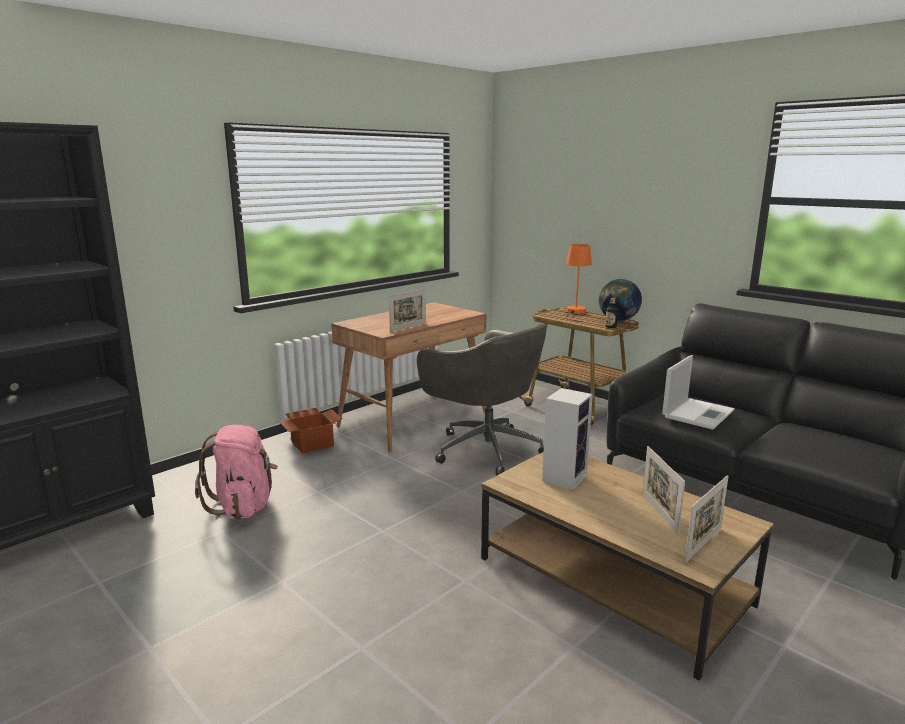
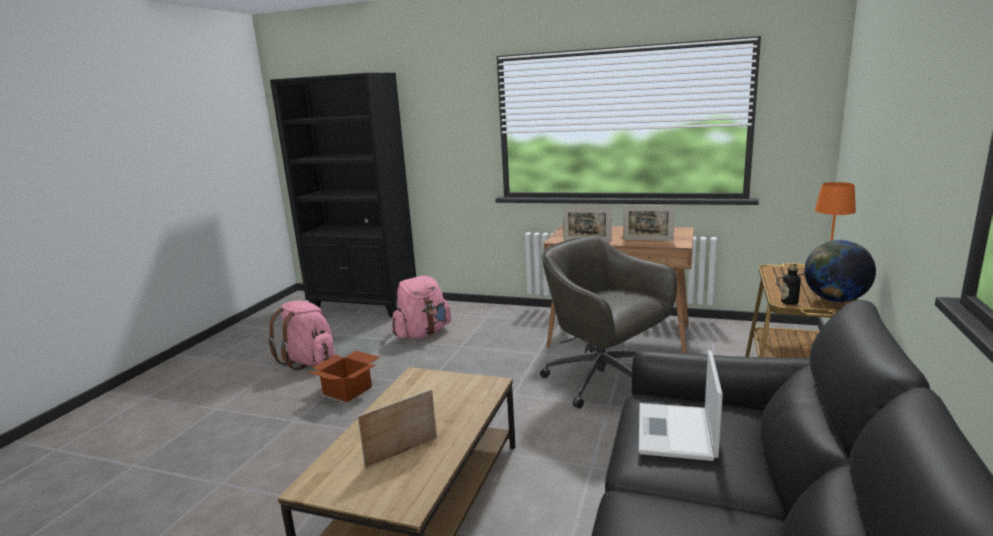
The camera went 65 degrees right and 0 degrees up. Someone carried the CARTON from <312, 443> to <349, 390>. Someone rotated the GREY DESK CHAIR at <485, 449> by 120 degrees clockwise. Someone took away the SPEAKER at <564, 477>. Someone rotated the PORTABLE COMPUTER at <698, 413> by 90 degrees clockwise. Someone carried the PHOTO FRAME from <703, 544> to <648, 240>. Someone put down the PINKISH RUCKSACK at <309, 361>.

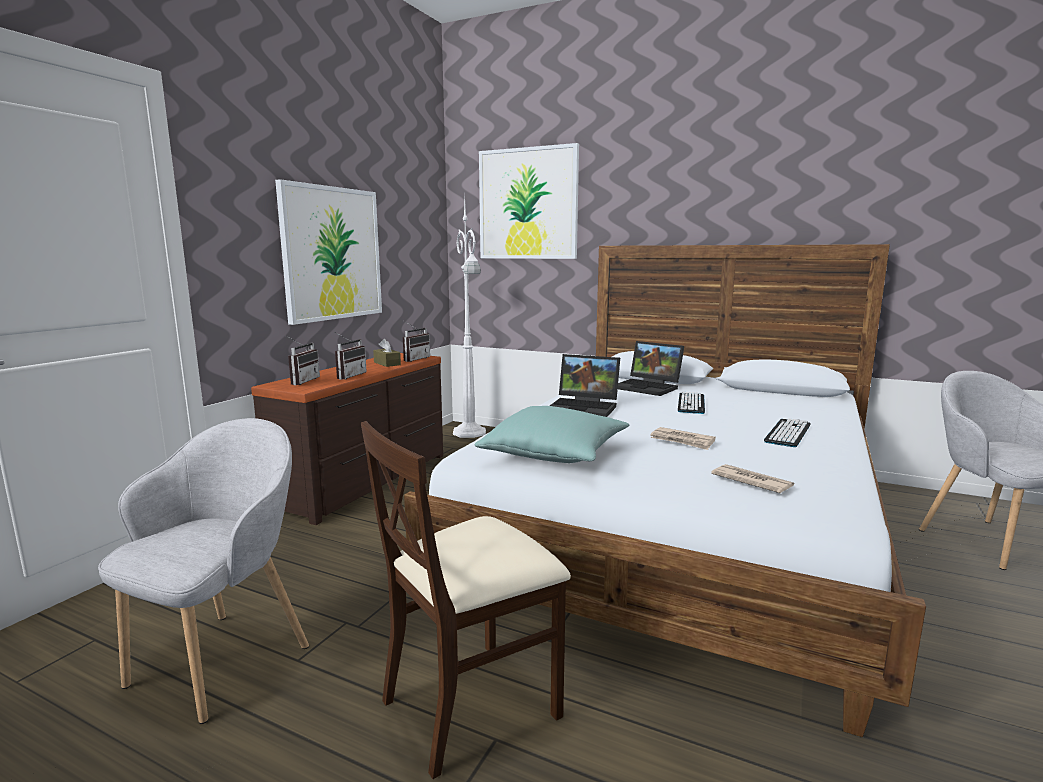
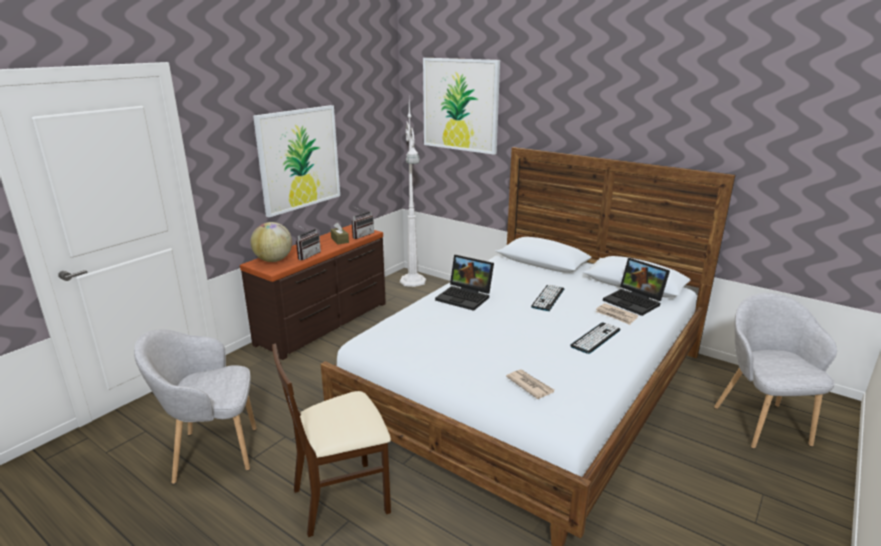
The camera went 10 degrees right and 10 degrees up. Someone rotated the GREY ARMCHAIR at <223, 660> by 135 degrees counterclockwise. Someone swapped the RADIO at <301, 381> for the DESK GLOBE at <273, 260>. Someone took away the BLUE-GREEN THROW PILLOW at <555, 453>. Someone carried the PORTABLE COMPUTER from <649, 387> to <635, 302>. Someone carried the DAILY PAPER from <682, 441> to <616, 315>.

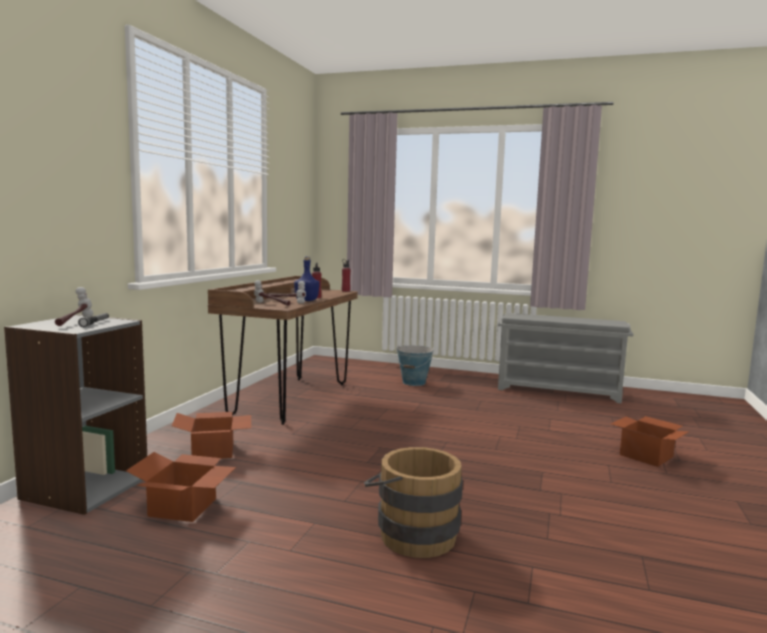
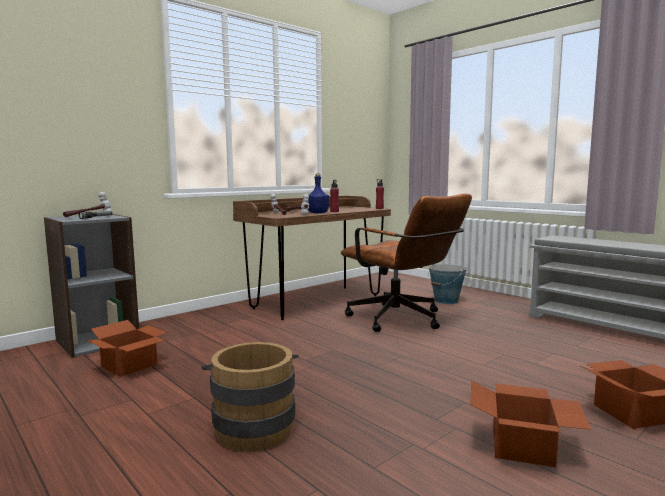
The camera went 30 degrees right and 0 degrees up. Someone carried the CARTON from <214, 451> to <524, 447>. Someone put down the BROWN DESK CHAIR at <402, 321>.

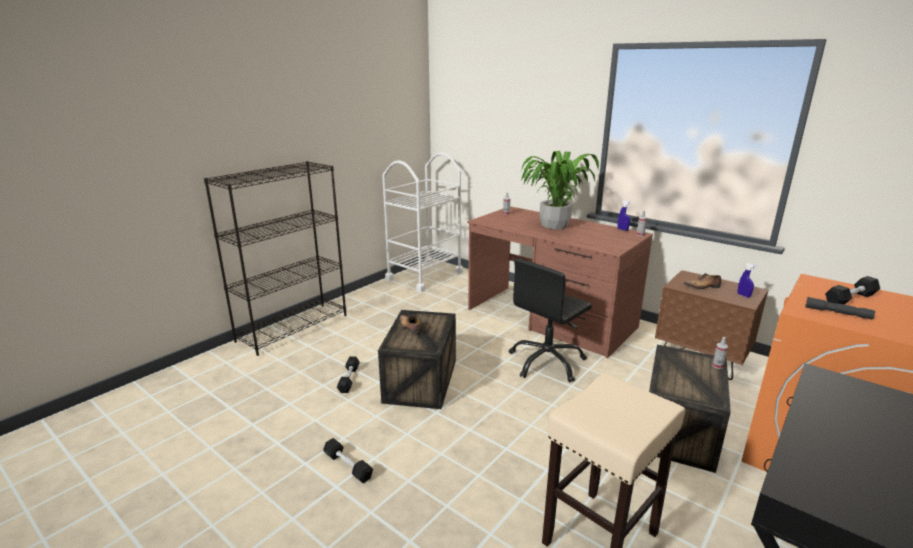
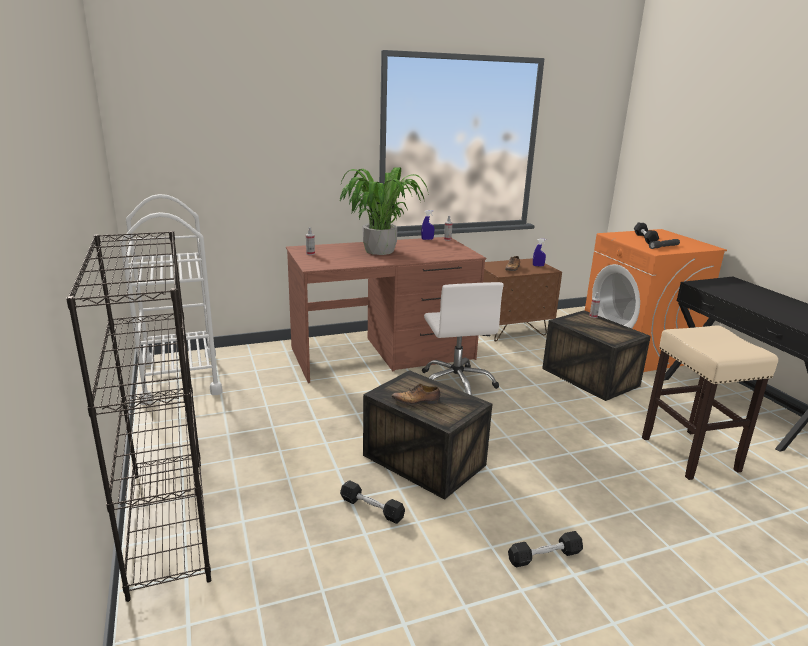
The camera went 60 degrees left and 0 degrees up. Someone repainted the BLACK-COLOURED DESK CHAIR at <547, 362>, which became the WHITISH DESK CHAIR at <456, 385>.

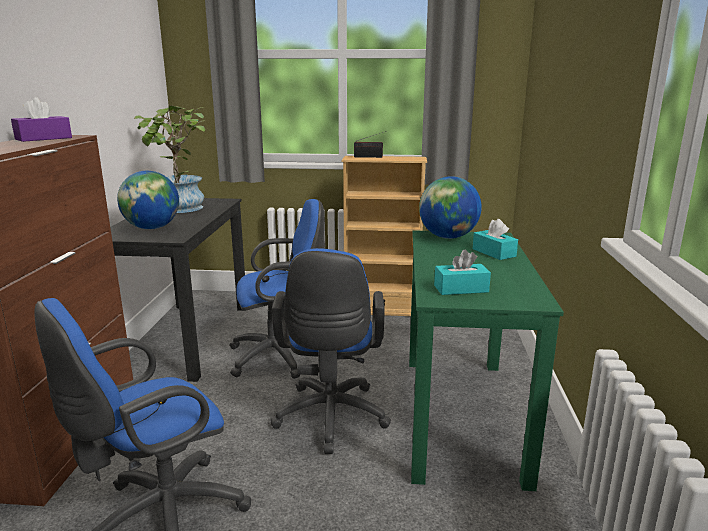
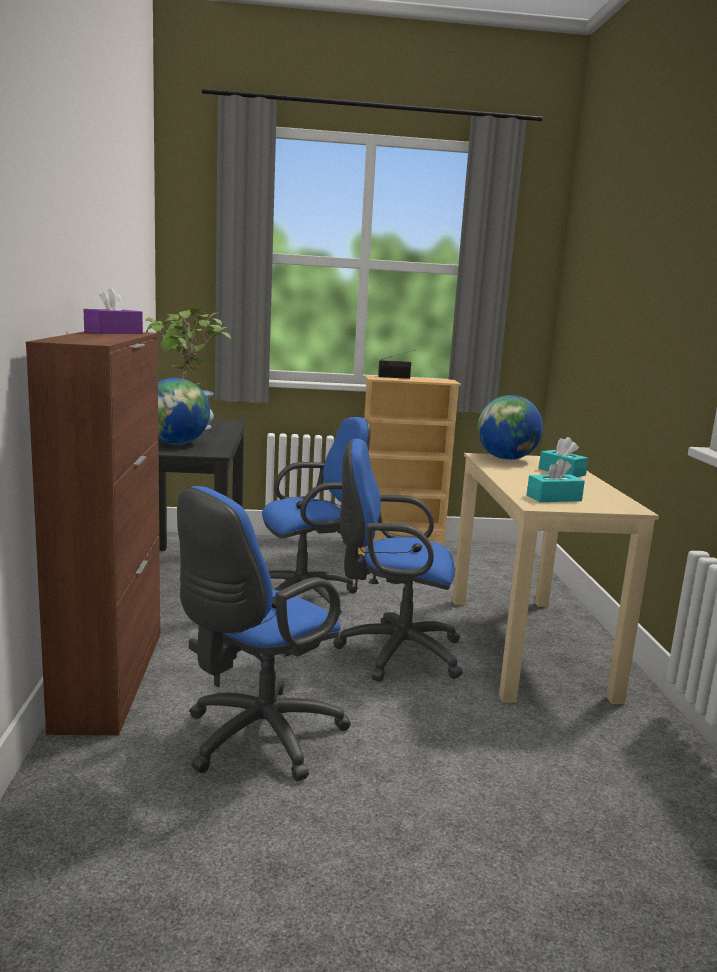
The camera went 10 degrees left and 5 degrees down. Someone rotated the BLUE-COLOURED DESK CHAIR at <330, 420> by 105 degrees clockwise. Someone repainted the GREEN-COLOURED DESK TABLE at <461, 415>, which became the BEIGE-COLOURED DESK TABLE at <527, 645>.

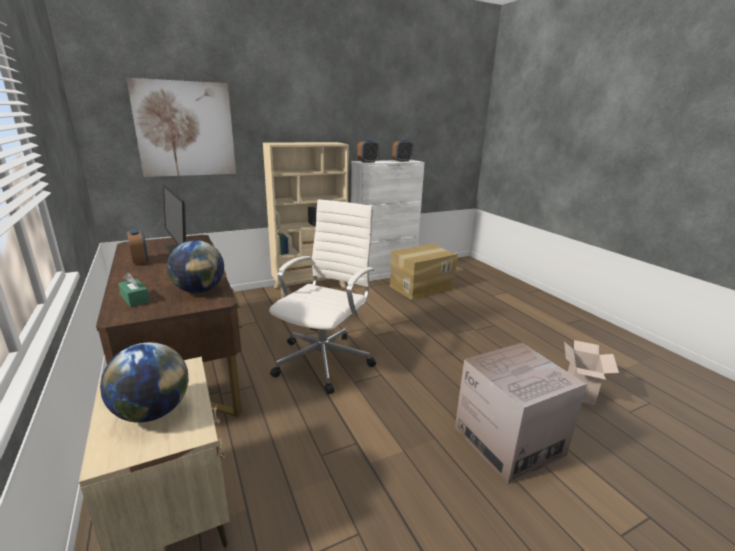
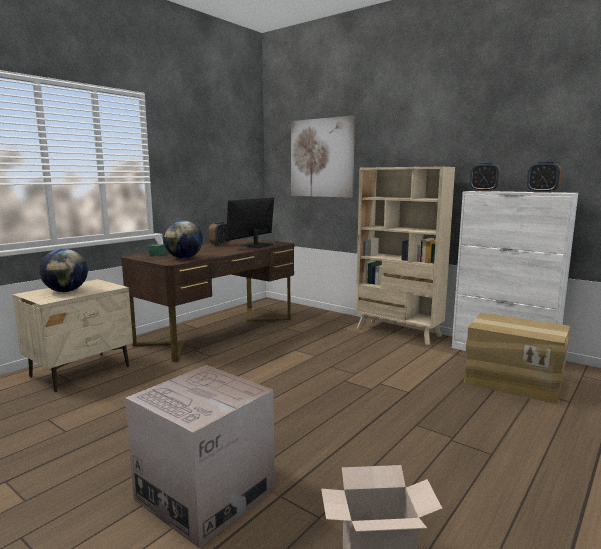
The camera went 65 degrees right and 10 degrees down. Someone took away the WHITISH DESK CHAIR at <325, 359>.

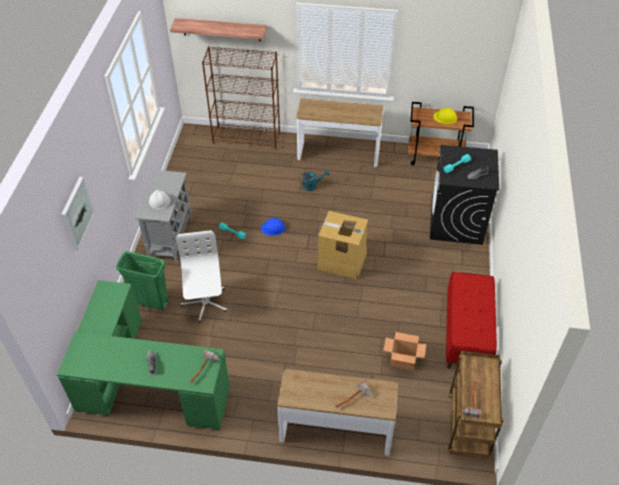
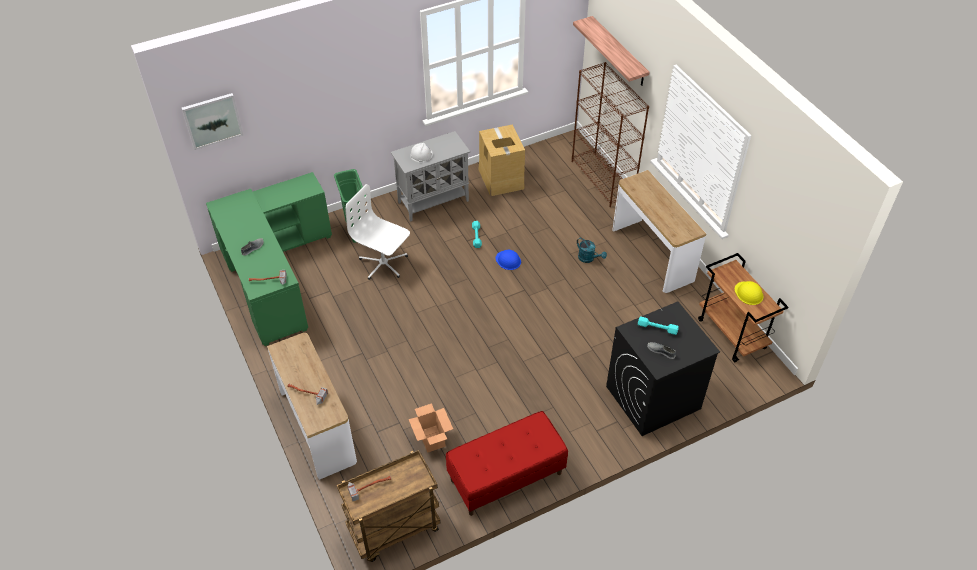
The camera went 55 degrees right and 0 degrees up. Someone carried the PICTURE from <76, 213> to <212, 120>. Someone rotated the WHITISH DESK CHAIR at <205, 303> by 105 degrees counterclockwise. Someone carried the CARTON from <341, 261> to <501, 178>.

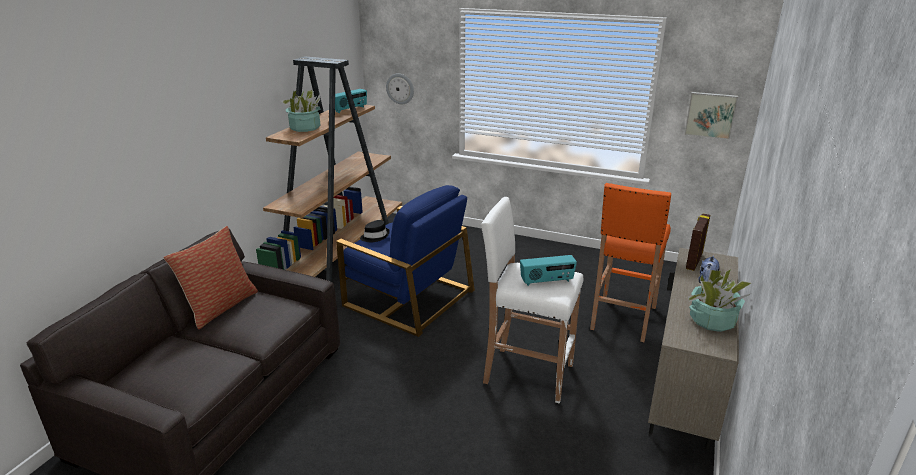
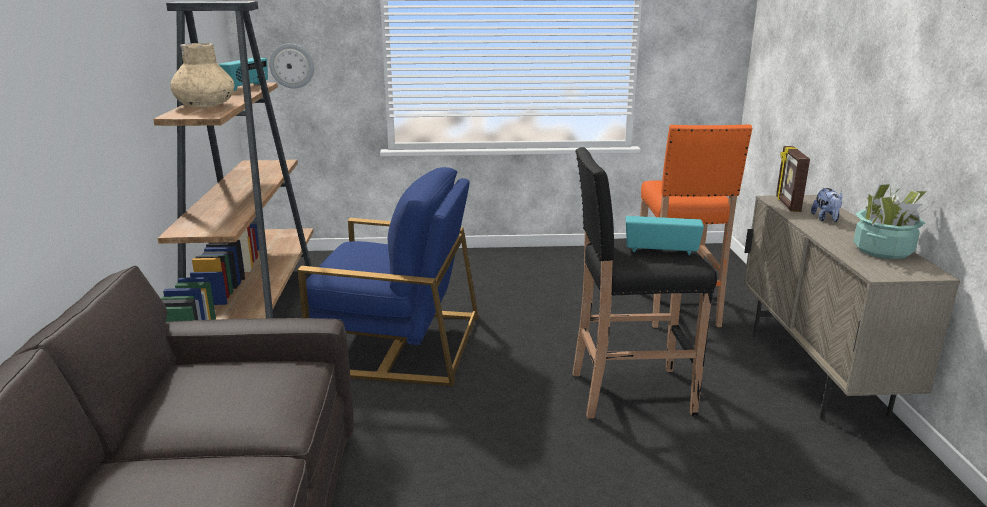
The camera went 25 degrees left and 5 degrees down. Someone took away the THROW PILLOW at <220, 306>. Someone swapped the HOUSEPLANT at <305, 128> for the BEIGE-COLOURED DECORATIVE VASE at <205, 106>. Someone took away the BLACK-COLOURED WEARABLE HAT at <375, 236>. Someone repainted the WHITISH SITTING STOOL at <526, 373>, which became the BLACK-COLOURED SITTING STOOL at <628, 393>. Someone rotated the RADIO at <547, 281> by 135 degrees counterclockwise. Someone took away the PICTURE at <710, 115>.

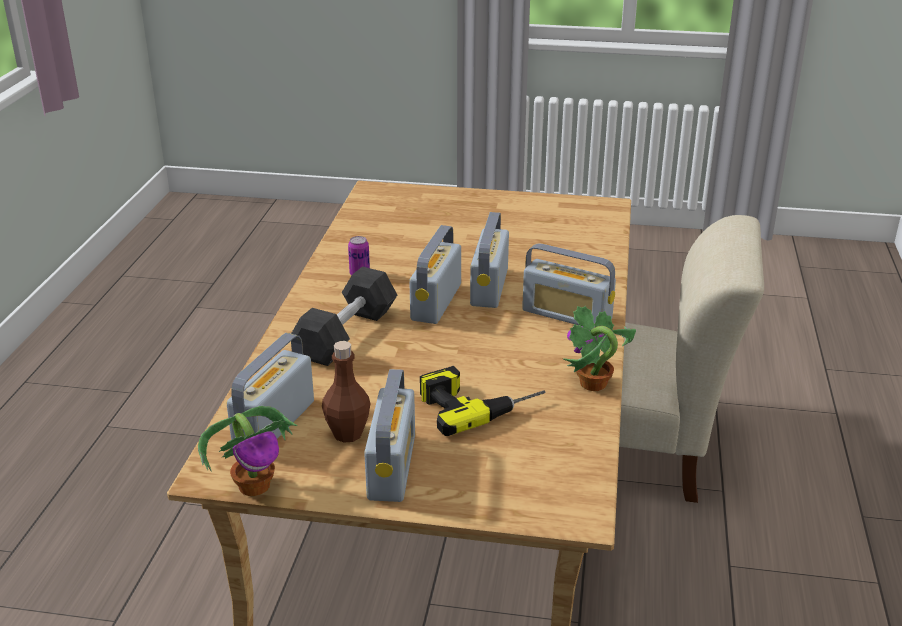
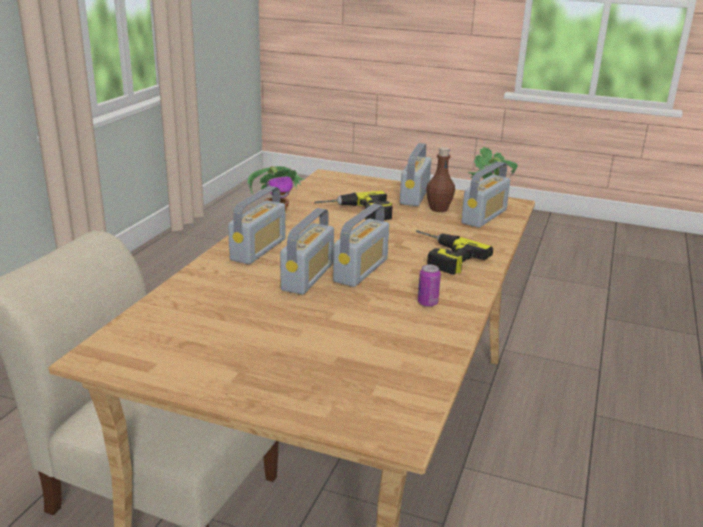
The camera went 170 degrees left and 5 degrees down. Someone swapped the BLACK-COLOURED DUMBBELL at <346, 334> for the ELECTRIC DRILL at <440, 256>. Someone rotated the RADIO at <567, 315> by 75 degrees clockwise.

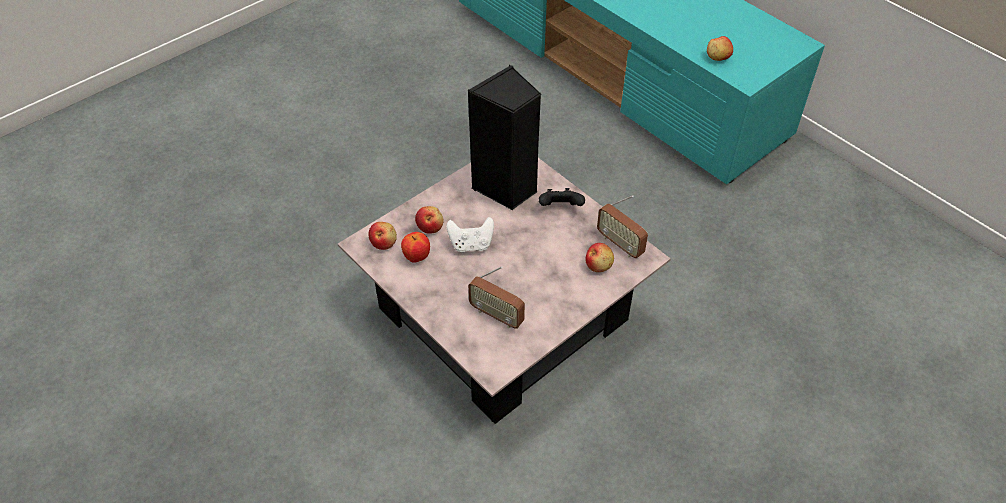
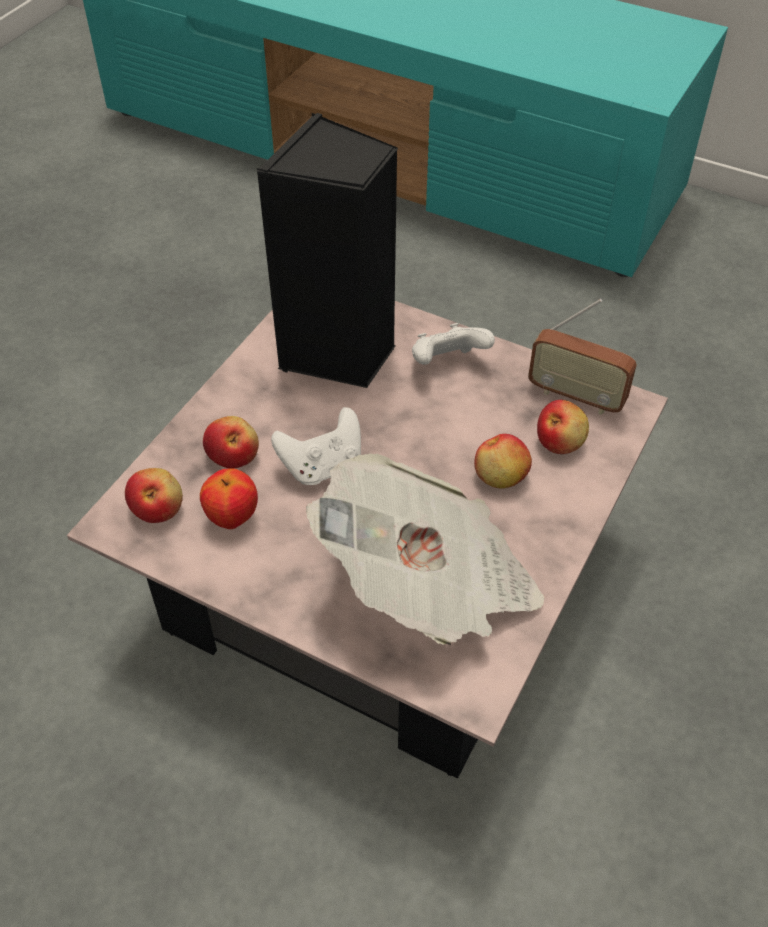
The camera went 20 degrees left and 0 degrees up. Someone swapped the RADIO at <496, 315> for the DAILY PAPER at <429, 583>. Someone repainted the BLACK-COLOURED GAMEPAD at <560, 208>, which became the WHITISH GAMEPAD at <447, 364>. Someone carried the APPLE from <718, 57> to <500, 476>.

